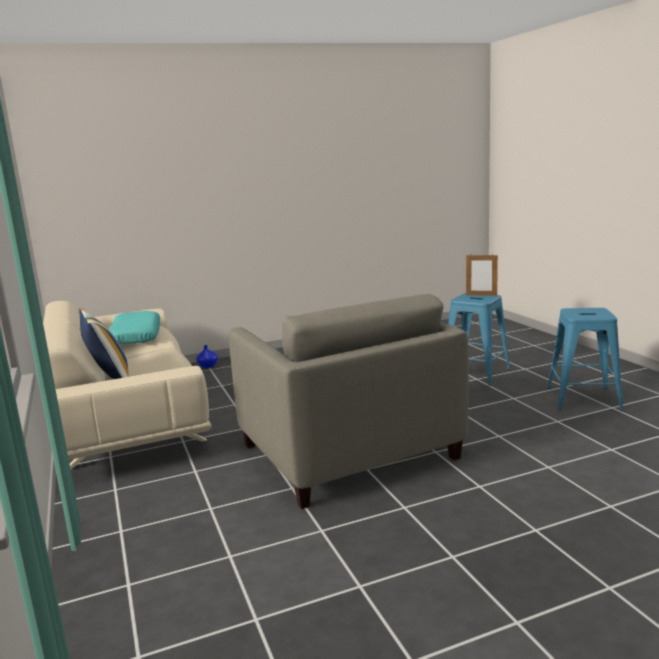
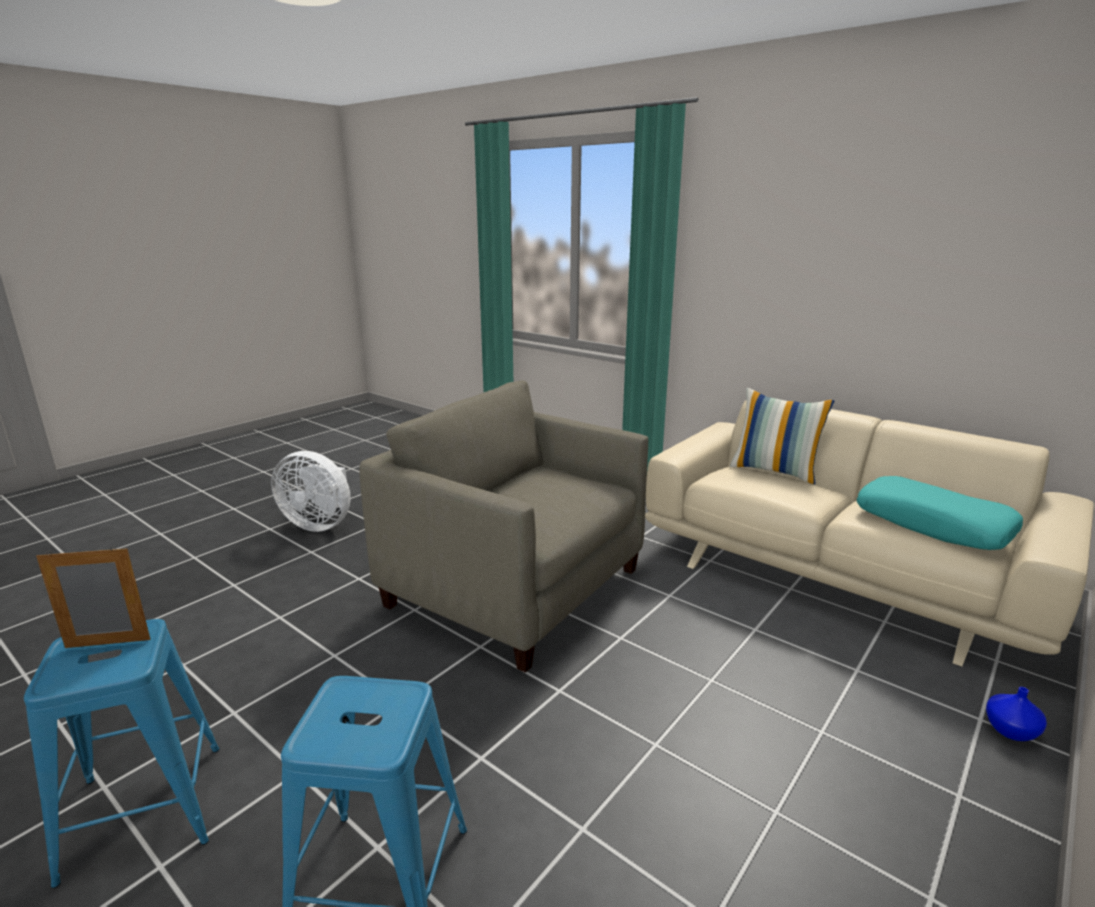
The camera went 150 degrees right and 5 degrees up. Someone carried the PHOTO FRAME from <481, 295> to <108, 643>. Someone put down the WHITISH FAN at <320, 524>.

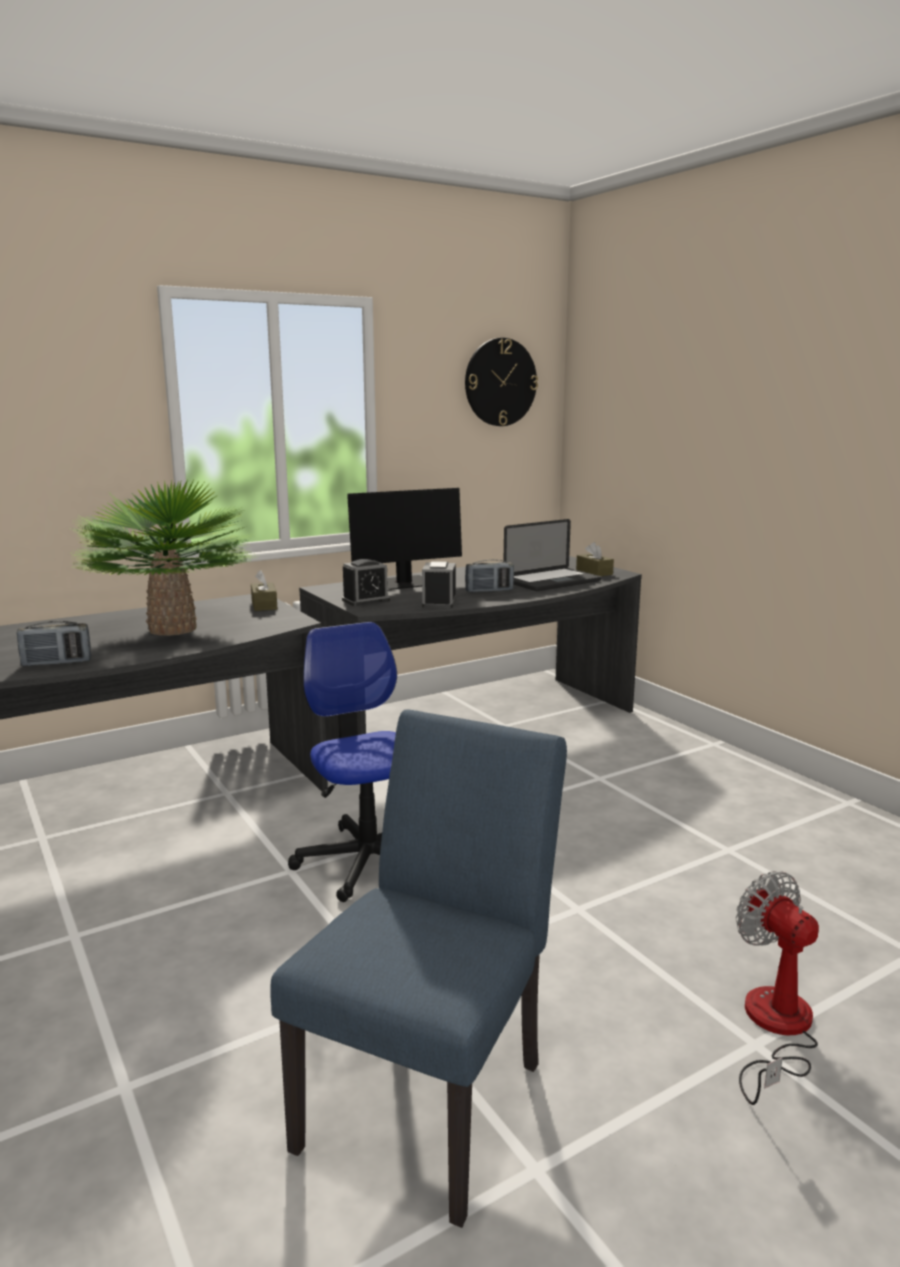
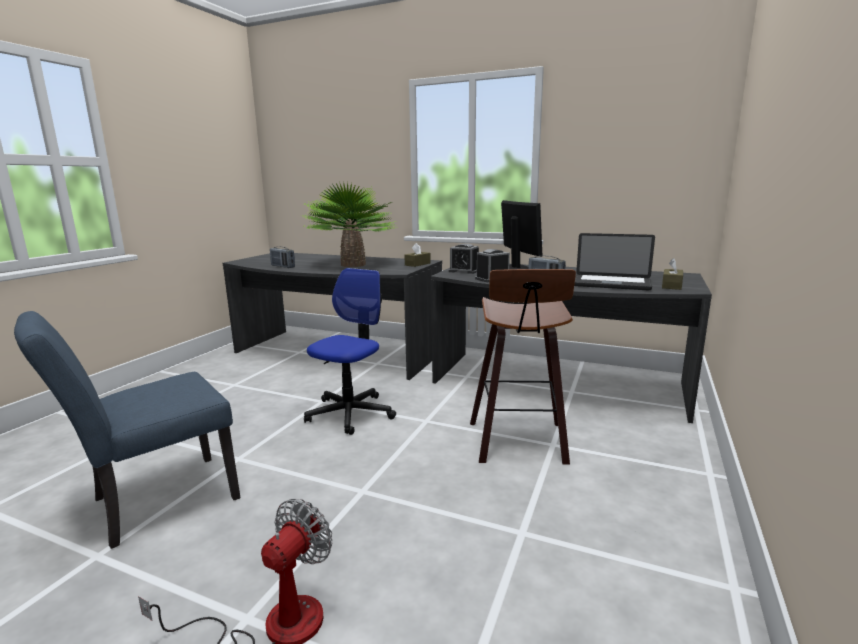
The camera went 55 degrees right and 0 degrees up. Someone rotated the BLUE-COLOURED CHAIR at <433, 1092> by 150 degrees clockwise. Someone rotated the COMPUTER SCREEN at <404, 584> by 135 degrees counterclockwise. Someone took away the CLOCK ON THE WALL at <500, 382>. Someone put down the SITTING STOOL at <520, 444>.

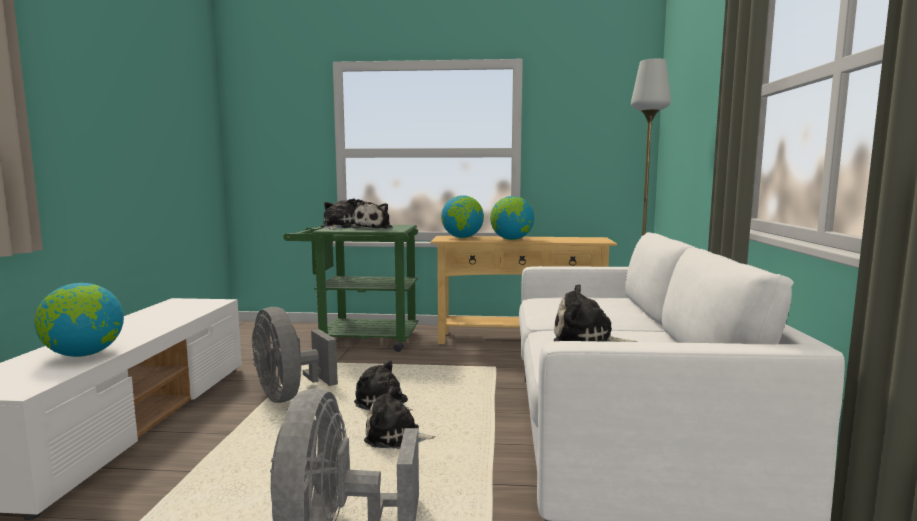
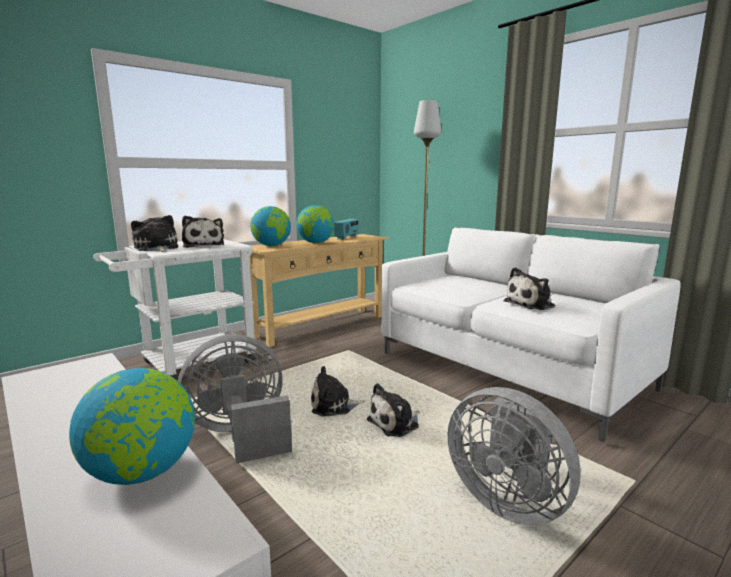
The camera went 45 degrees left and 5 degrees up. Someone rotated the GREY FAN at <289, 395> by 150 degrees clockwise. Someone repainted the GREEN-COLOURED TROLLEY at <359, 339>, which became the WHITISH TROLLEY at <189, 365>. Someone put down the RADIO at <346, 237>.

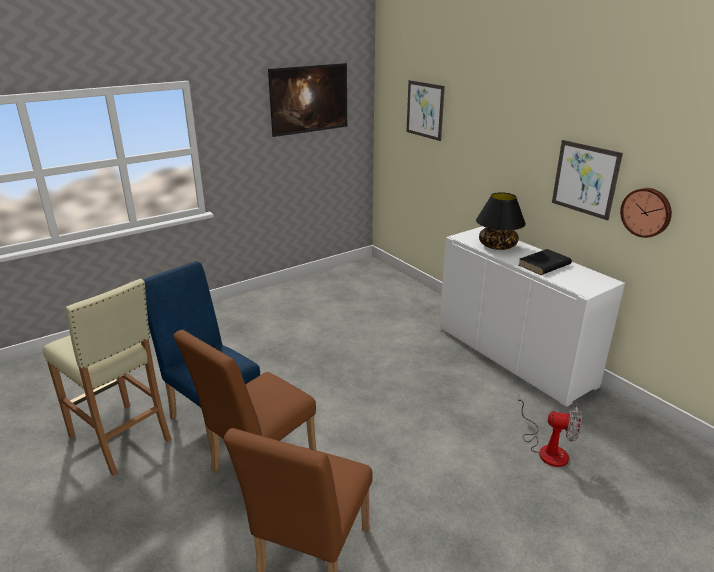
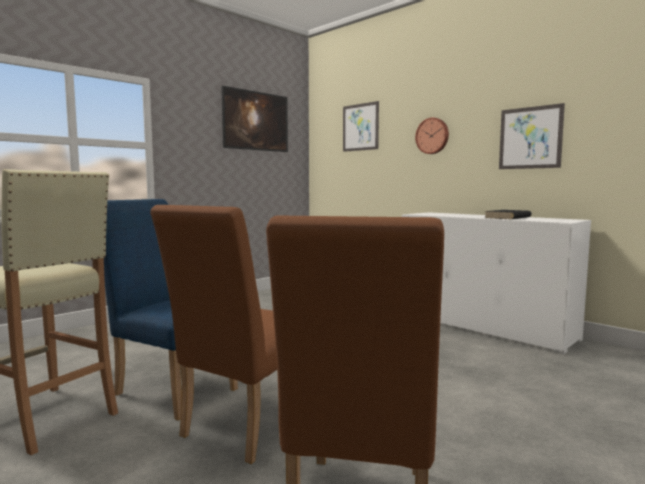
The camera went 10 degrees left and 20 degrees down. Someone took away the BLACK-COLOURED LAMP FOR A TABLE at <497, 246>. Someone took away the FAN at <547, 449>. Someone carried the CLOCK ON THE WALL from <646, 212> to <432, 136>.

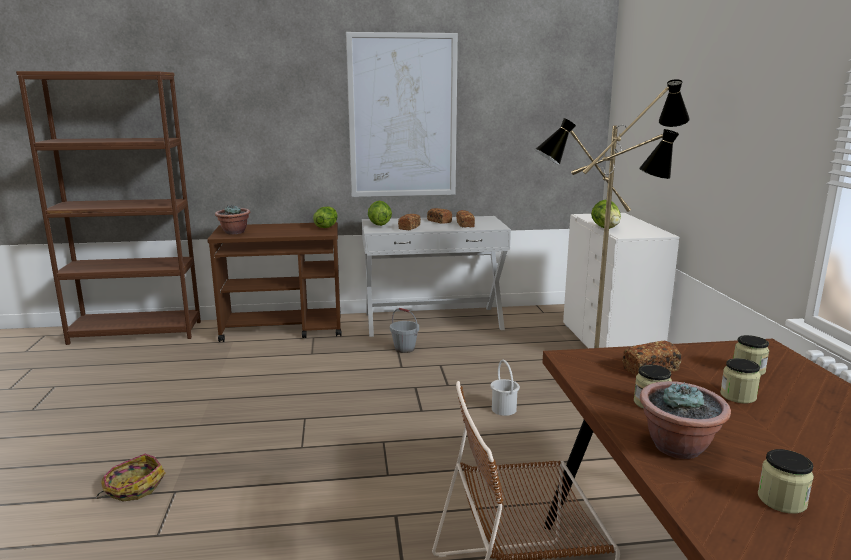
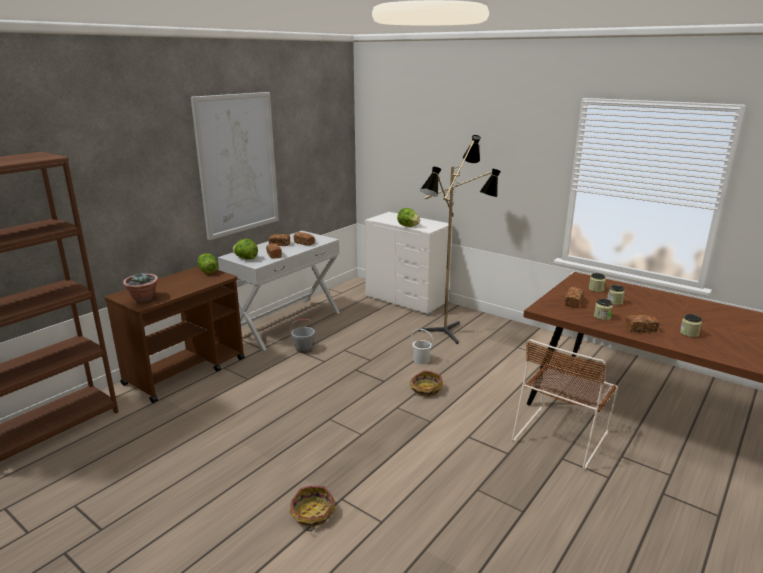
The camera went 45 degrees left and 5 degrees up. Someone swapped the HOUSEPLANT at <678, 447> for the BAKERY BREAD at <640, 329>. Someone put down the BASKET at <425, 389>.

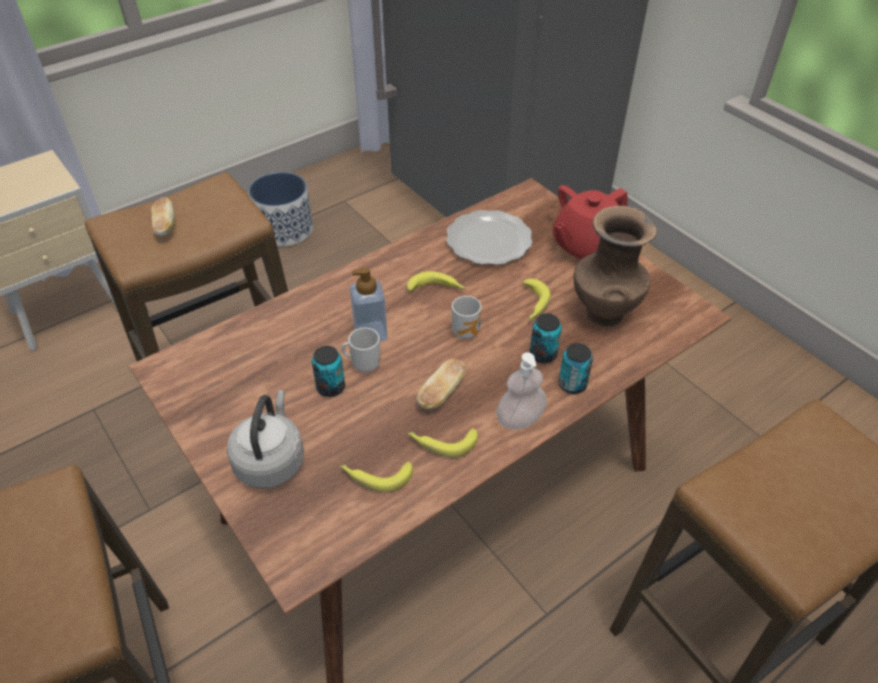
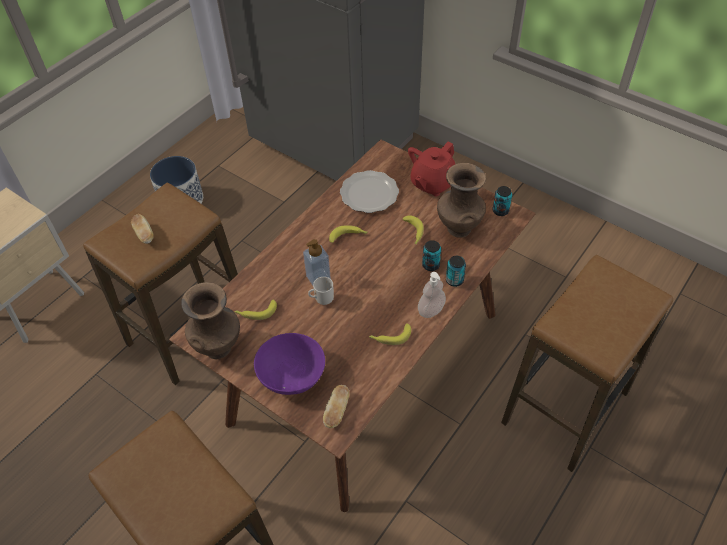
The camera went 15 degrees left and 5 degrees up. Someone swapped the GREY WATER KETTLE at <271, 460> for the PURPLISH DEEP DISH at <291, 375>. Someone carried the SEALED CAN from <331, 387> to <500, 211>. Someone carried the BANANA from <375, 476> to <256, 312>. Someone carried the BAKERY BREAD from <441, 393> to <337, 411>. Someone took away the COFFEE MUG at <467, 332>. Someone put down the BROWN DECORATIVE VASE at <218, 346>.

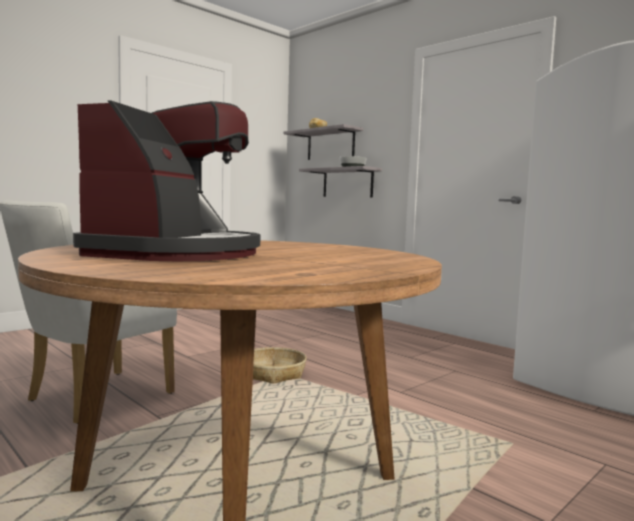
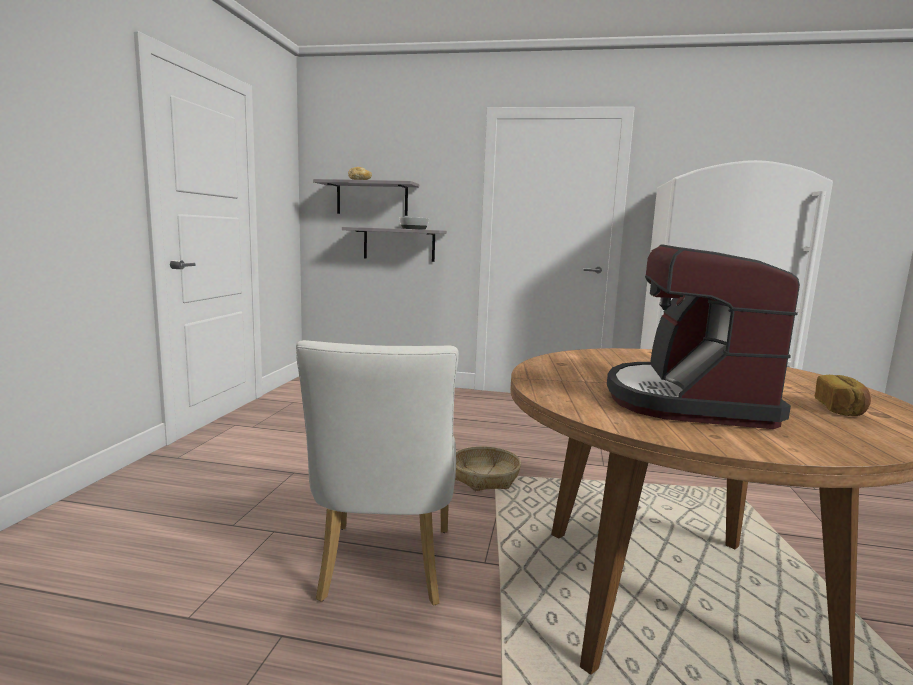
The camera went 35 degrees left and 5 degrees up. Someone rotated the COFFEE MAKER at <177, 253> by 150 degrees counterclockwise. Someone put down the BAKERY BREAD at <840, 409>.

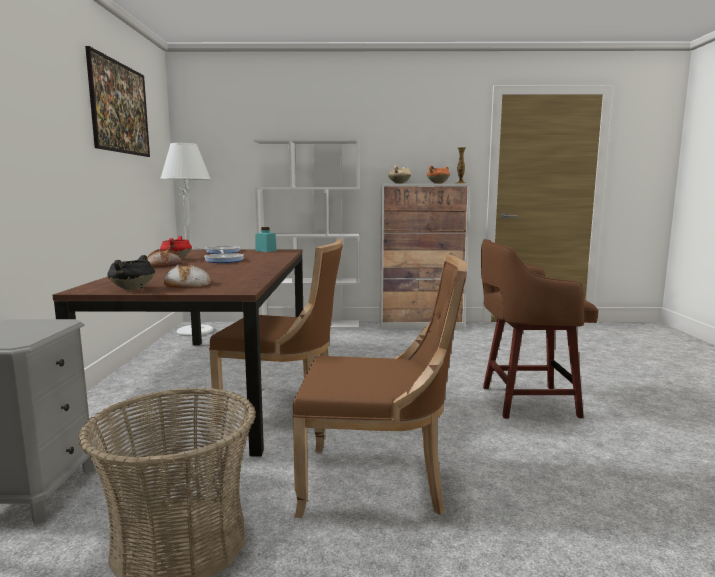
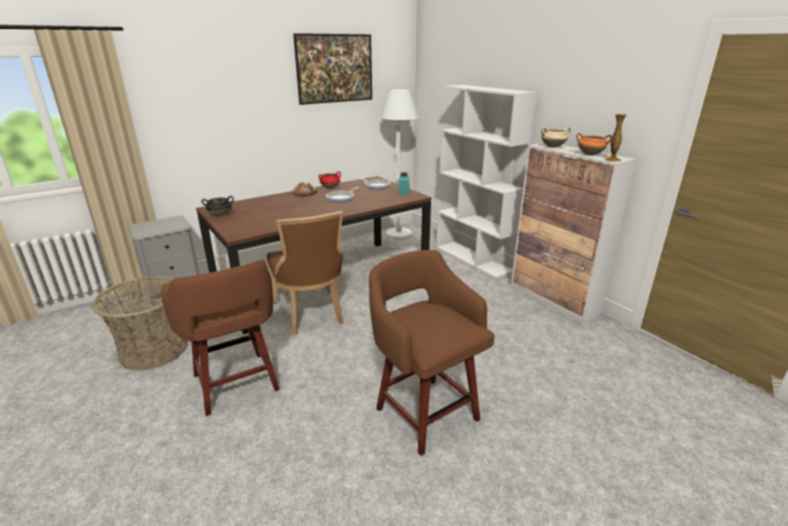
The camera went 55 degrees right and 15 degrees up. Someone took away the BAKERY BREAD at <187, 284>. Someone swapped the BROWN CHAIR at <379, 483> for the BROWN SITTING STOOL at <236, 384>.

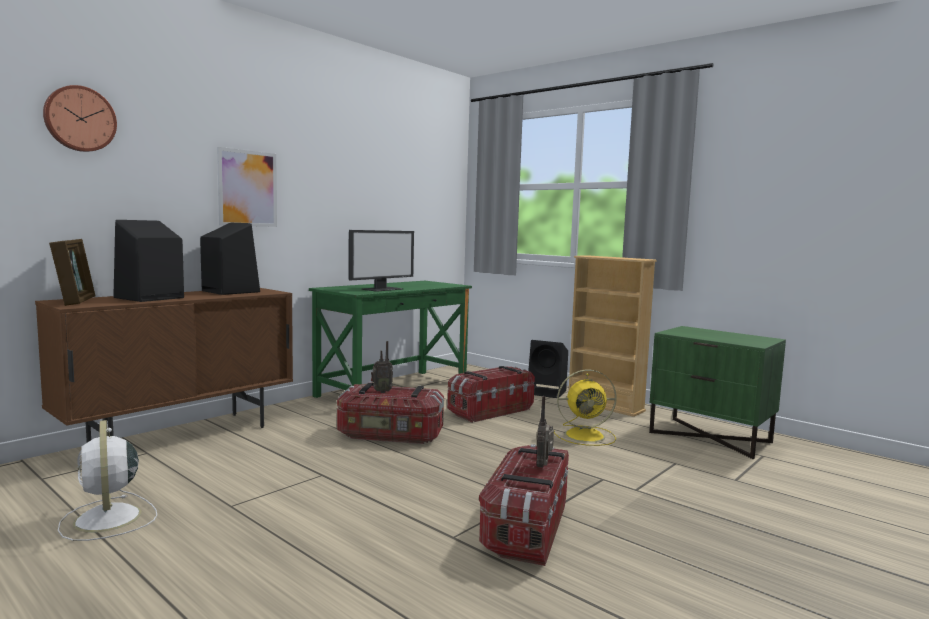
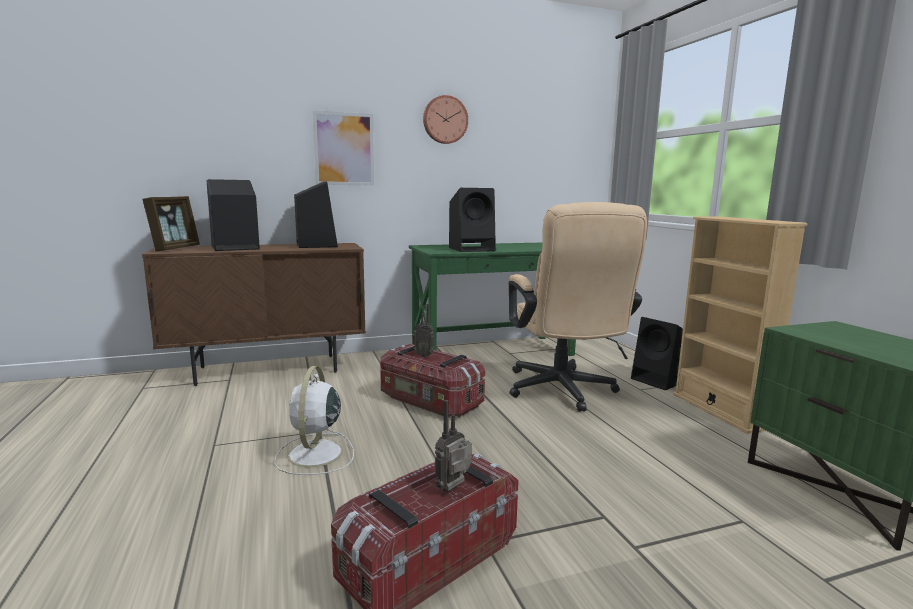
The camera went 30 degrees right and 5 degrees up. Someone carried the CLOCK ON THE WALL from <79, 119> to <445, 120>. Someone carried the WHITISH FAN from <108, 519> to <315, 455>. Someone swapped the COMPUTER SCREEN at <382, 289> for the BLACK-COLOURED SPEAKER at <472, 249>. Someone swapped the STORAGE BOX at <489, 411> for the BEIGE-COLOURED DESK CHAIR at <563, 392>. Someone took away the YELLOWISH FAN at <586, 435>.

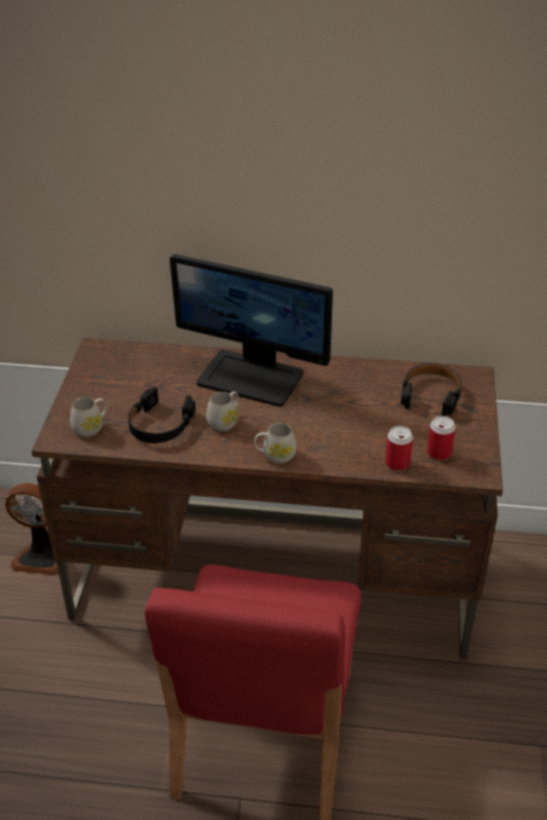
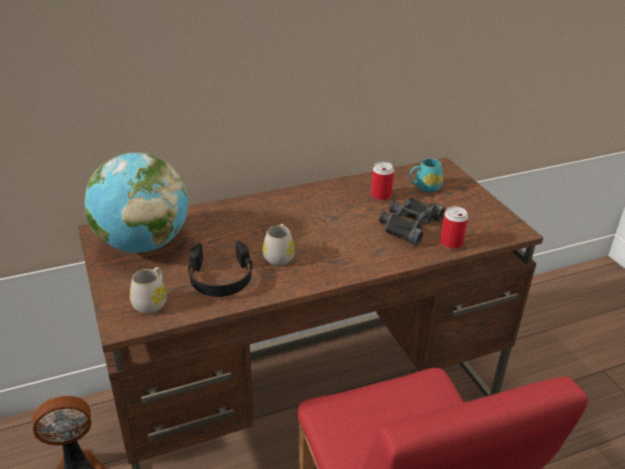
The camera went 30 degrees left and 5 degrees down. Someone took away the COMPUTER SCREEN at <252, 377>. Someone took away the WHITISH COFFEE MUG at <275, 455>. Someone swapped the BLACK-COLOURED HEADPHONES at <431, 395> for the BLUE-GREEN COFFEE MUG at <424, 187>. Someone carried the SEALED CAN from <439, 453> to <380, 196>. Someone put down the DESK GLOBE at <143, 244>. Someone put down the BLACK-COLOURED PAIR OF BINOCULARS at <408, 224>.

